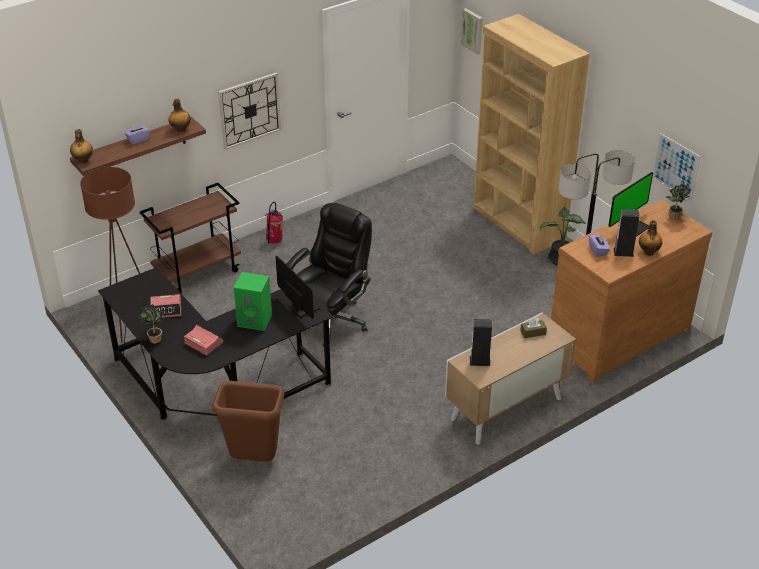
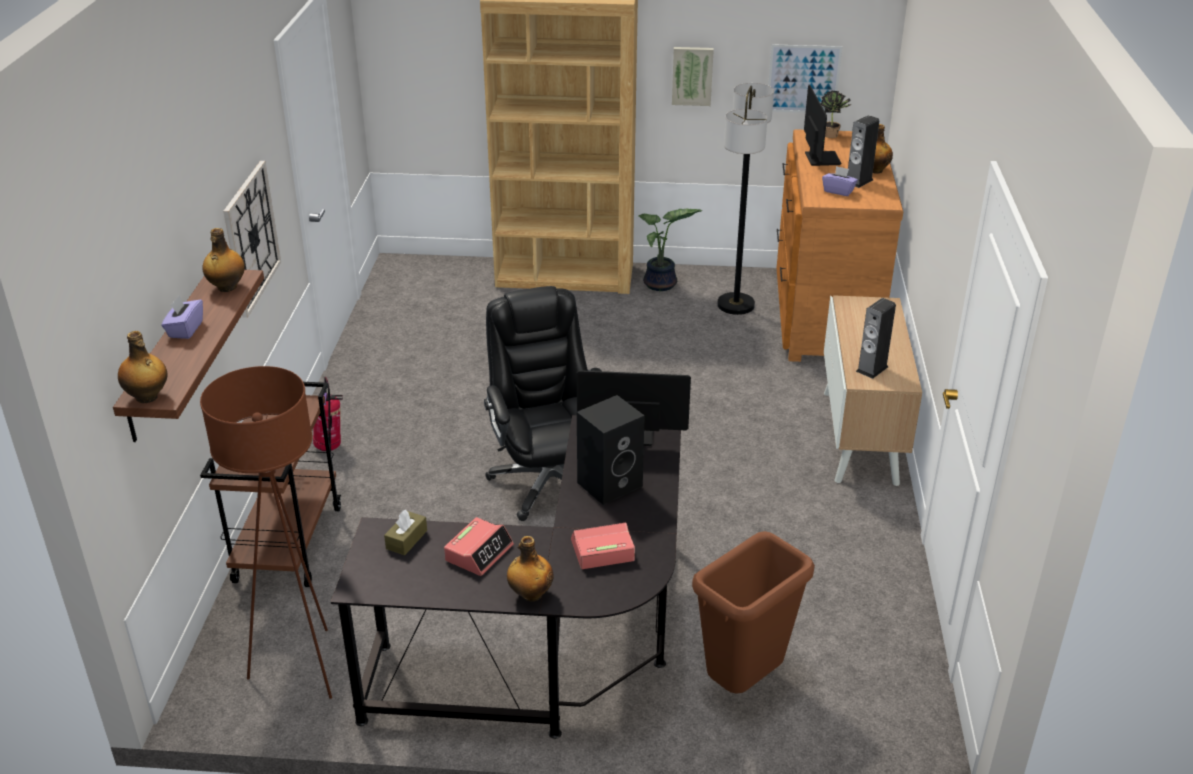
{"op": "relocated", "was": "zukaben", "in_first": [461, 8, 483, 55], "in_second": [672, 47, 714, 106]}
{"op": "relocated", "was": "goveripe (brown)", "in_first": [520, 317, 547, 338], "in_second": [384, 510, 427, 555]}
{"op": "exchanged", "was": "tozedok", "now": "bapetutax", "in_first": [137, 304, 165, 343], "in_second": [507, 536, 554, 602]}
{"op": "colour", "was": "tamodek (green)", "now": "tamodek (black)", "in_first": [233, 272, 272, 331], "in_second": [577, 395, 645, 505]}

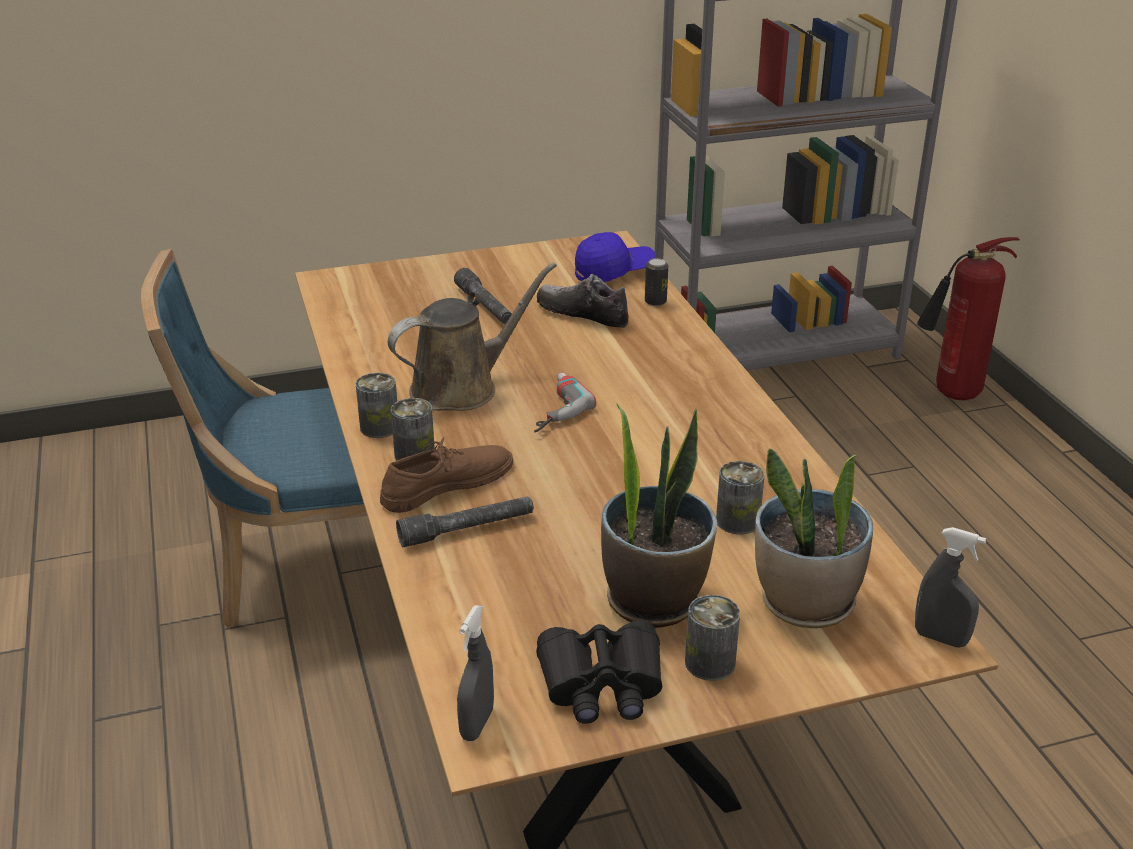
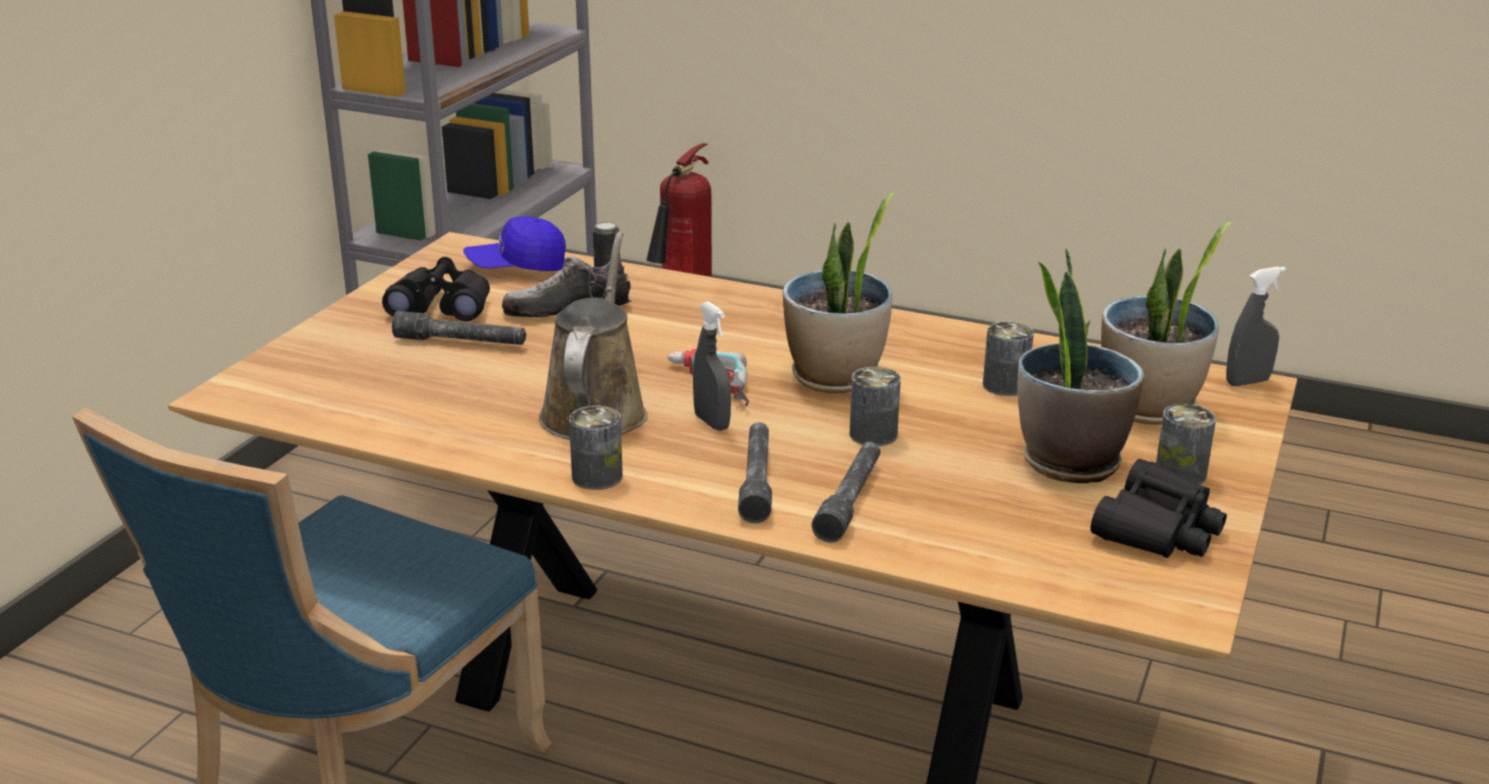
{"op": "appeared", "now": "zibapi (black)", "in_second": [382, 257, 490, 321]}
{"op": "appeared", "now": "tozedok", "in_second": [783, 192, 895, 394]}
{"op": "relocated", "was": "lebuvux", "in_first": [391, 398, 435, 460], "in_second": [850, 367, 901, 446]}
{"op": "relocated", "was": "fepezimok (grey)", "in_first": [457, 605, 494, 741], "in_second": [693, 301, 731, 431]}
{"op": "exchanged", "was": "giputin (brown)", "now": "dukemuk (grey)", "in_first": [380, 437, 513, 513], "in_second": [738, 422, 772, 523]}
{"op": "spun", "was": "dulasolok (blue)", "in_first": [575, 232, 655, 282], "in_second": [463, 216, 566, 271], "clockwise": -120}

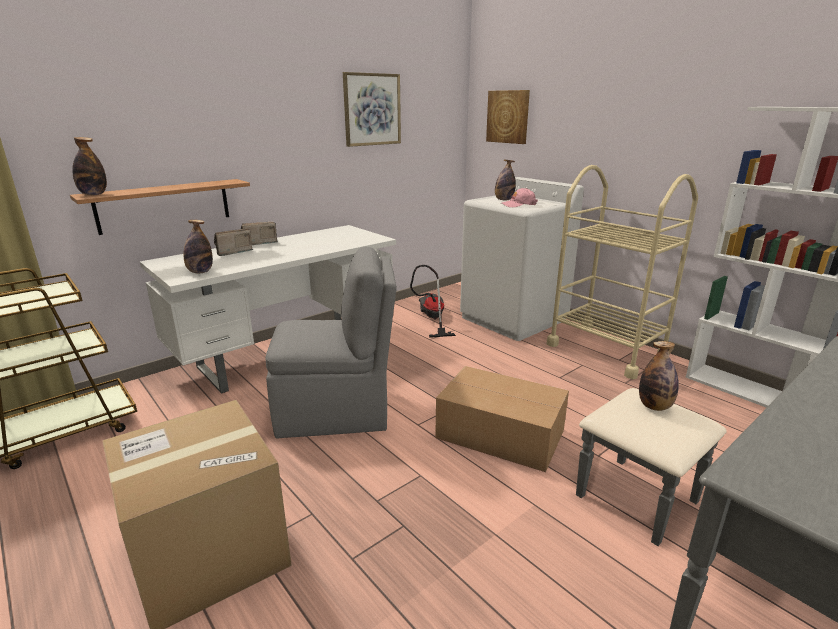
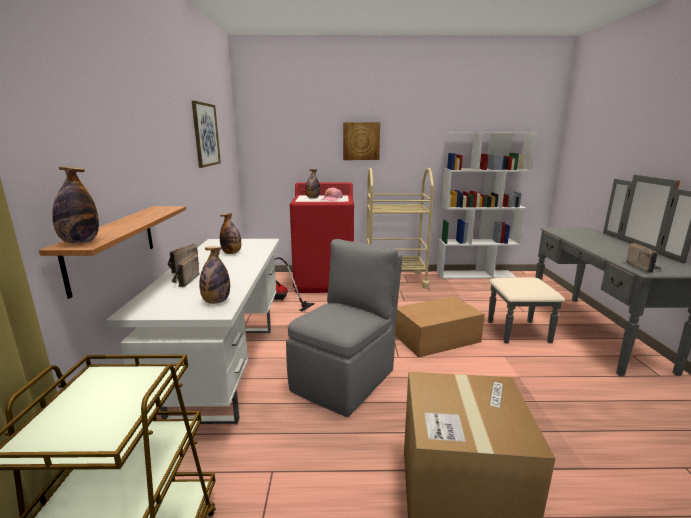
{"op": "appeared", "now": "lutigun", "in_second": [626, 243, 664, 273]}
{"op": "relocated", "was": "zukaben", "in_first": [486, 90, 530, 144], "in_second": [343, 122, 380, 160]}
{"op": "relocated", "was": "bapetutax", "in_first": [639, 341, 679, 411], "in_second": [220, 213, 241, 254]}
{"op": "colour", "was": "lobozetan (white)", "now": "lobozetan (red)", "in_first": [460, 177, 584, 341], "in_second": [290, 182, 354, 293]}

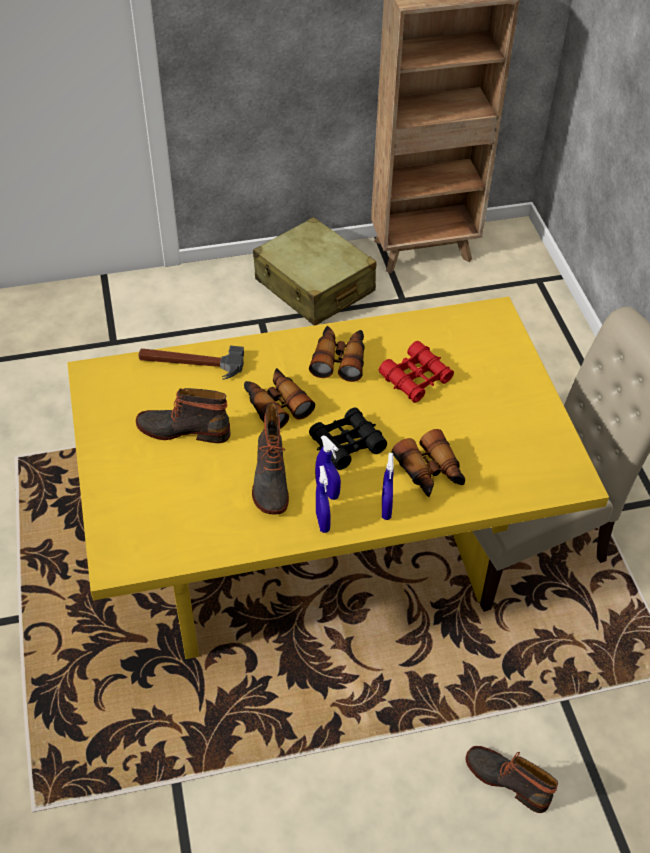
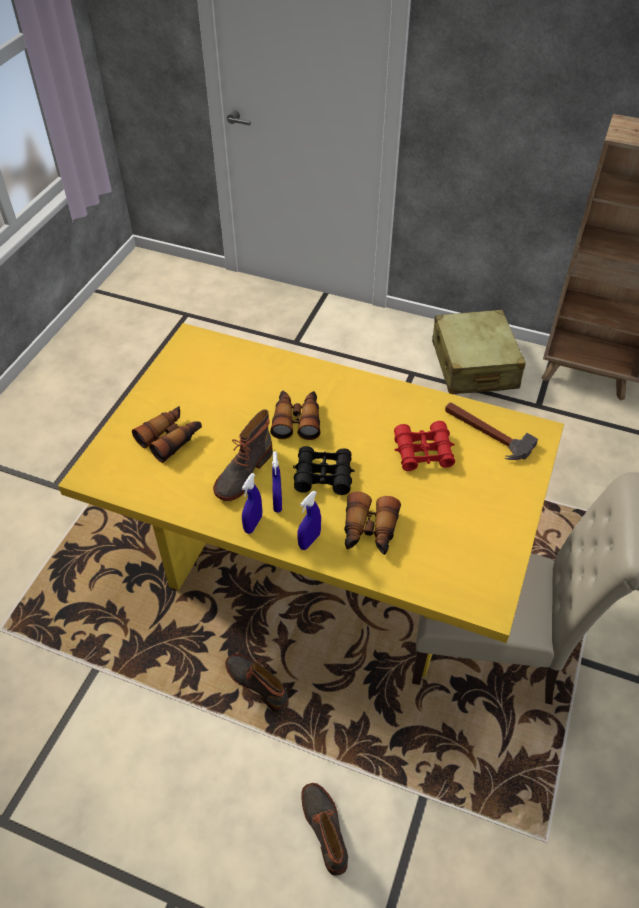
{"op": "relocated", "was": "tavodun", "in_first": [136, 388, 231, 443], "in_second": [225, 654, 289, 713]}
{"op": "relocated", "was": "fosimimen", "in_first": [138, 346, 244, 380], "in_second": [445, 402, 538, 460]}
{"op": "relocated", "was": "zibapi", "in_first": [309, 326, 365, 382], "in_second": [132, 406, 202, 463]}

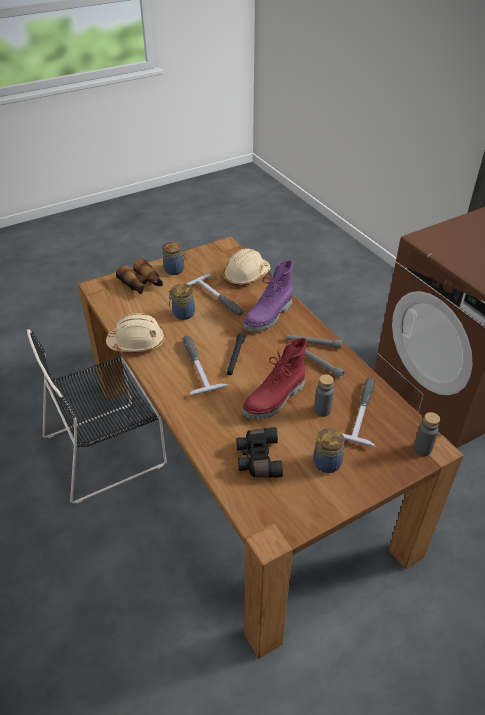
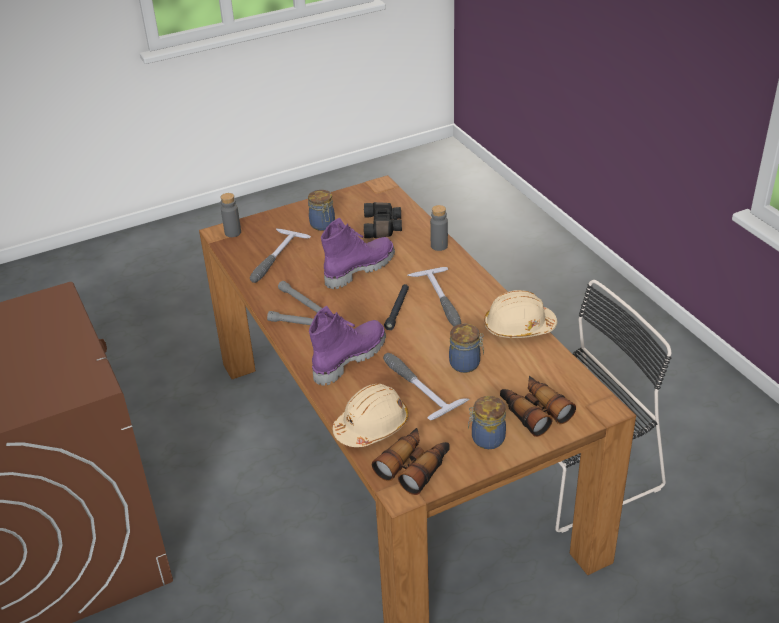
{"op": "appeared", "now": "zibapi", "in_second": [372, 428, 450, 495]}
{"op": "relocated", "was": "bapetutax (grey)", "in_first": [314, 374, 334, 417], "in_second": [430, 205, 448, 251]}
{"op": "colour", "was": "tavodun (red)", "now": "tavodun (purple)", "in_first": [242, 338, 307, 420], "in_second": [321, 218, 395, 289]}

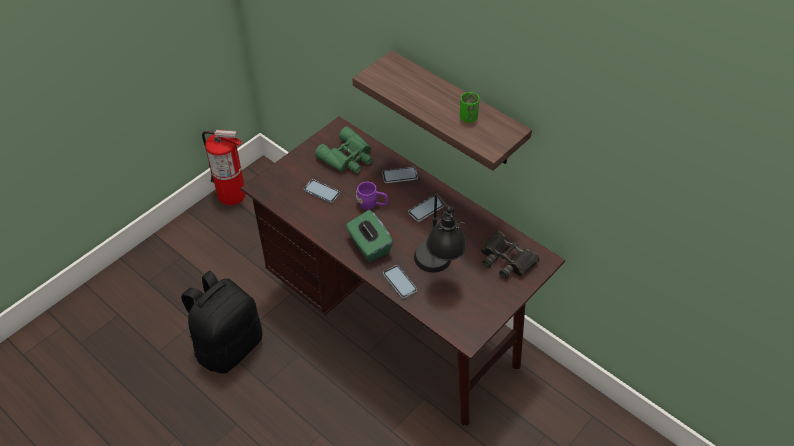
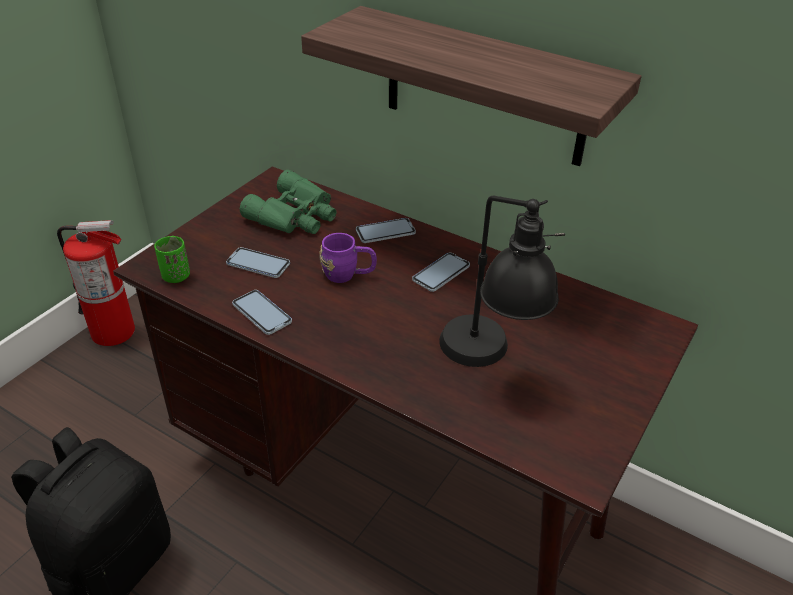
{"op": "missing", "was": "goveripe (green)", "in_first": [346, 210, 393, 262]}
{"op": "missing", "was": "zibapi (black)", "in_first": [481, 231, 540, 279]}
{"op": "relocated", "was": "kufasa", "in_first": [383, 265, 417, 298], "in_second": [232, 290, 292, 335]}
{"op": "relocated", "was": "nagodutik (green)", "in_first": [460, 92, 479, 123], "in_second": [154, 236, 190, 283]}

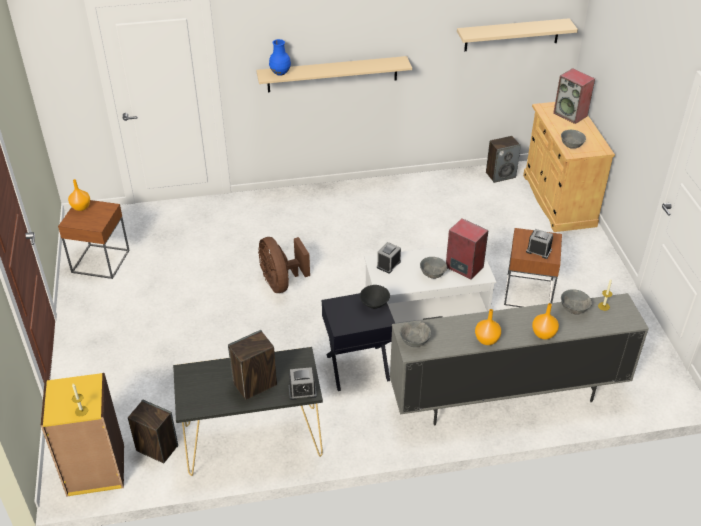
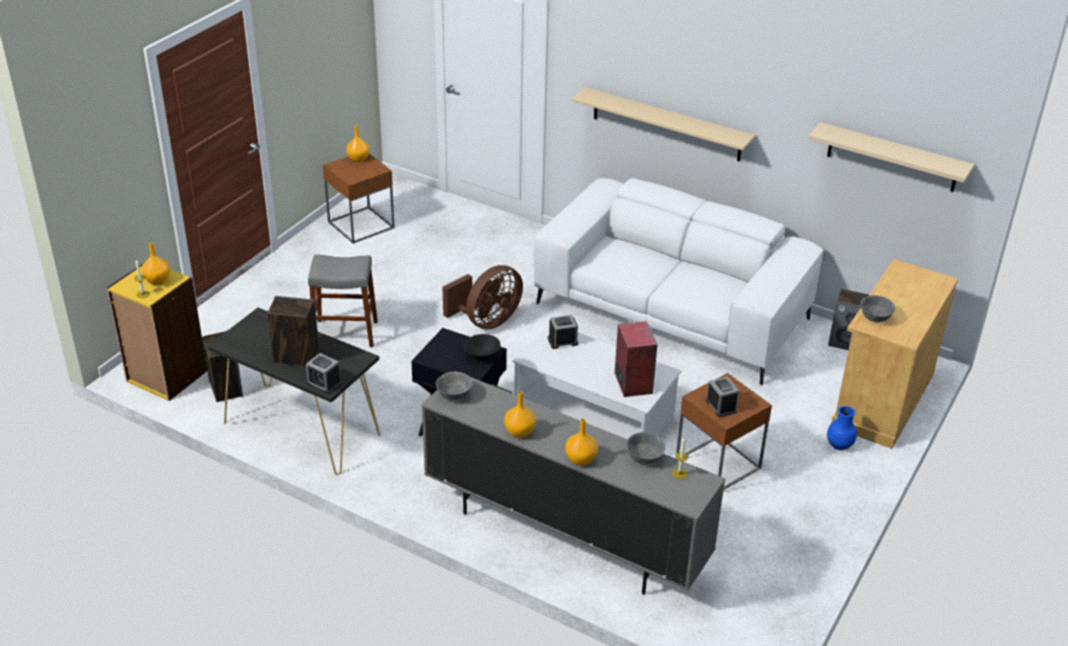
{"op": "missing", "was": "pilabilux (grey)", "in_first": [420, 257, 447, 279]}
{"op": "missing", "was": "tamodek", "in_first": [553, 68, 595, 124]}
{"op": "appeared", "now": "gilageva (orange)", "in_second": [141, 242, 170, 285]}
{"op": "appeared", "now": "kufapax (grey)", "in_second": [308, 254, 378, 347]}
{"op": "appeared", "now": "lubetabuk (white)", "in_second": [533, 178, 823, 385]}
{"op": "relocated", "was": "gilageva (blue)", "in_first": [269, 39, 291, 76], "in_second": [827, 406, 857, 450]}
{"op": "spun", "was": "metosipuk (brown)", "in_first": [258, 237, 310, 293], "in_second": [443, 265, 523, 329], "clockwise": -150}

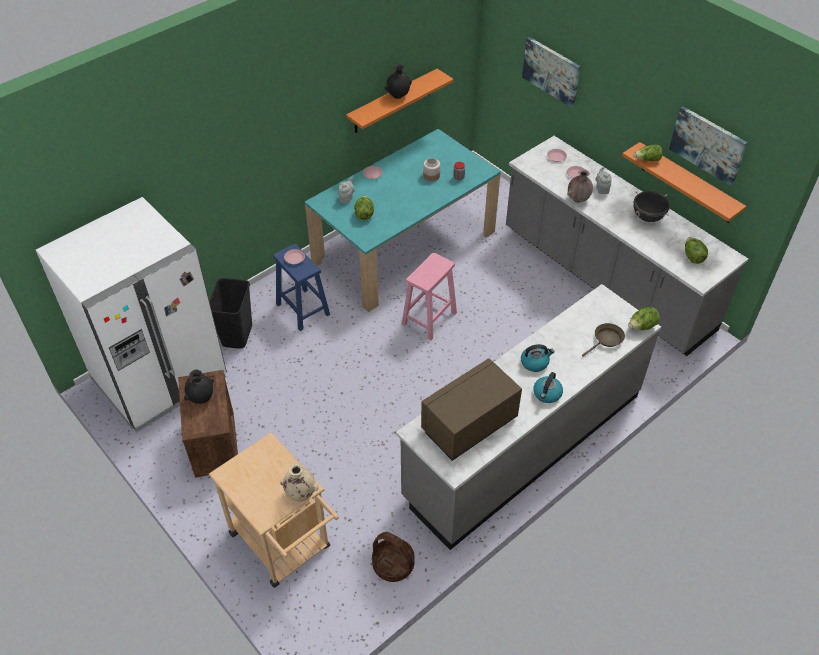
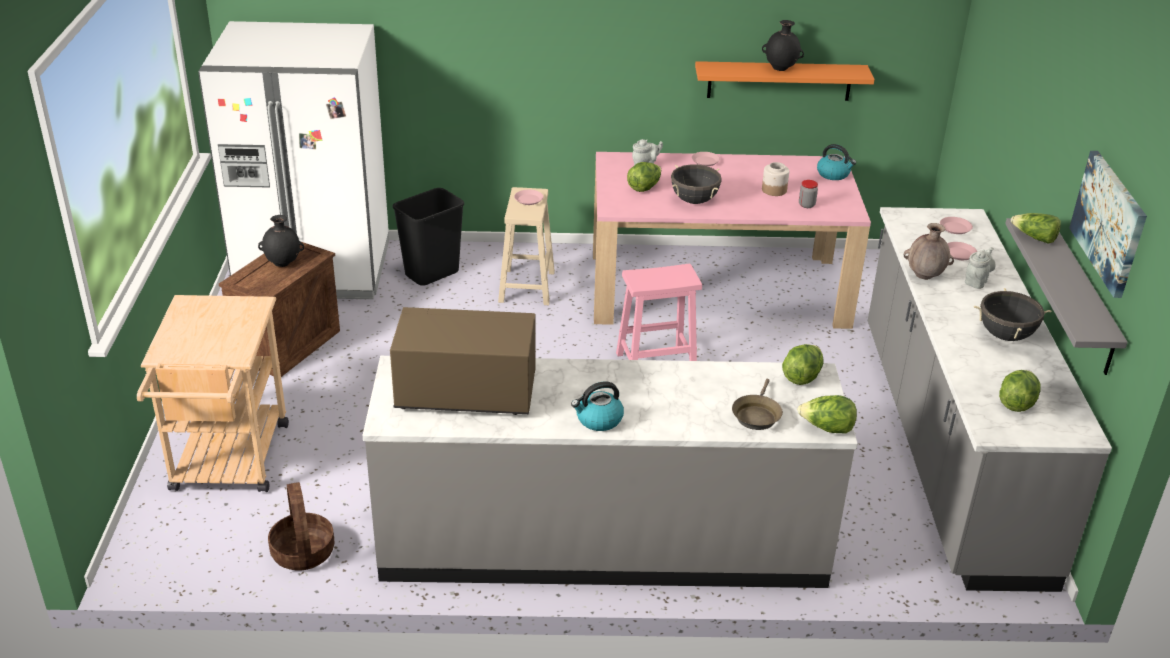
{"op": "missing", "was": "gilageva (beige)", "in_first": [280, 463, 318, 501]}
{"op": "missing", "was": "zukaben", "in_first": [522, 37, 580, 107]}
{"op": "appeared", "now": "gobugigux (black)", "in_second": [671, 165, 722, 204]}
{"op": "appeared", "now": "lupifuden", "in_second": [782, 344, 824, 385]}
{"op": "relocated", "was": "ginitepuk", "in_first": [521, 344, 555, 372], "in_second": [817, 144, 856, 180]}
{"op": "colour", "was": "kufapax (blue)", "now": "kufapax (beige)", "in_first": [273, 244, 330, 331], "in_second": [498, 187, 555, 305]}
{"op": "colour", "was": "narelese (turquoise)", "now": "narelese (pink)", "in_first": [305, 129, 501, 312], "in_second": [593, 152, 871, 329]}
{"op": "colour", "was": "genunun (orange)", "now": "genunun (grey)", "in_first": [622, 142, 746, 223], "in_second": [1005, 218, 1128, 375]}
{"op": "spun", "was": "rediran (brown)", "in_first": [582, 323, 625, 357], "in_second": [732, 379, 783, 430], "clockwise": 105}

